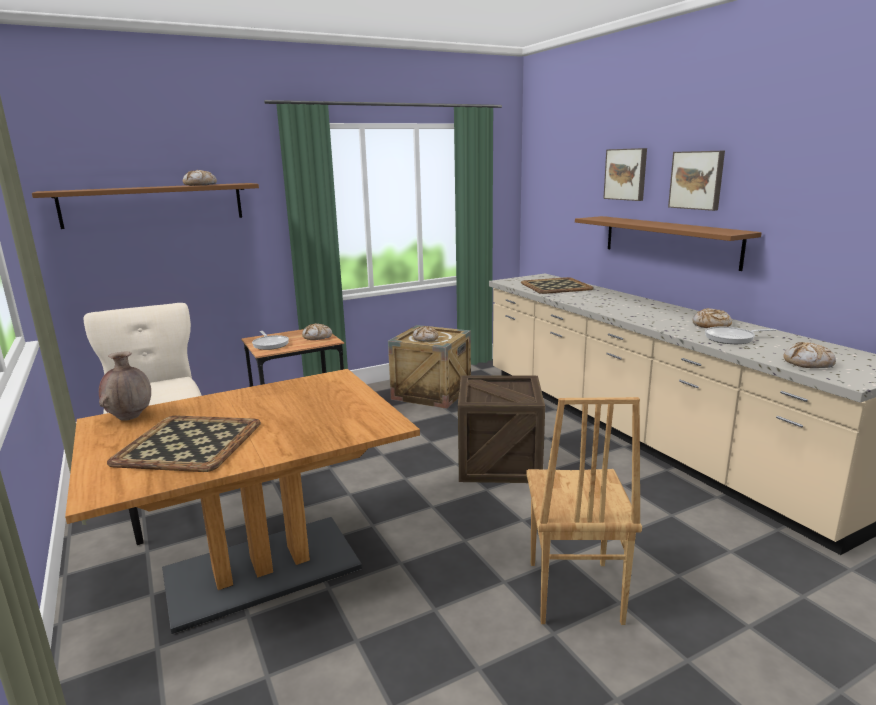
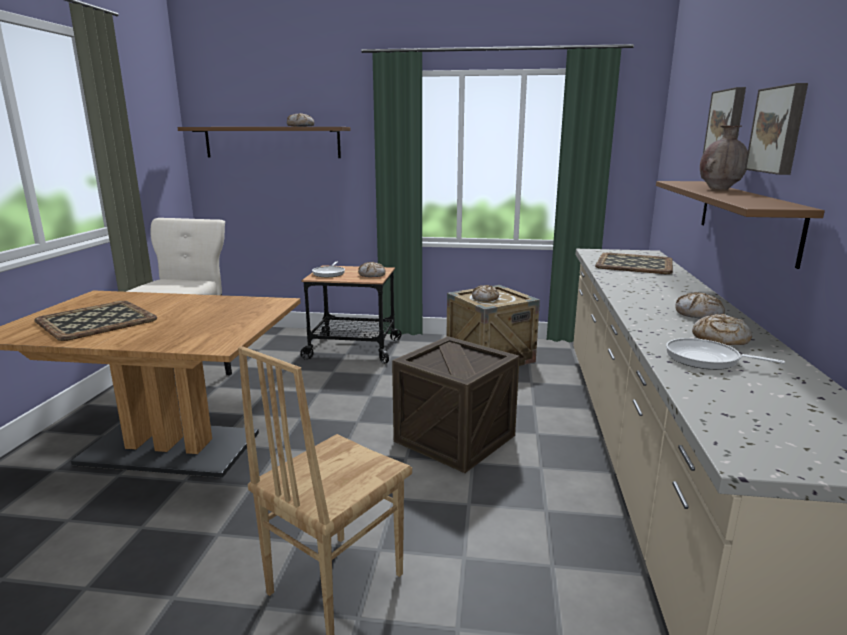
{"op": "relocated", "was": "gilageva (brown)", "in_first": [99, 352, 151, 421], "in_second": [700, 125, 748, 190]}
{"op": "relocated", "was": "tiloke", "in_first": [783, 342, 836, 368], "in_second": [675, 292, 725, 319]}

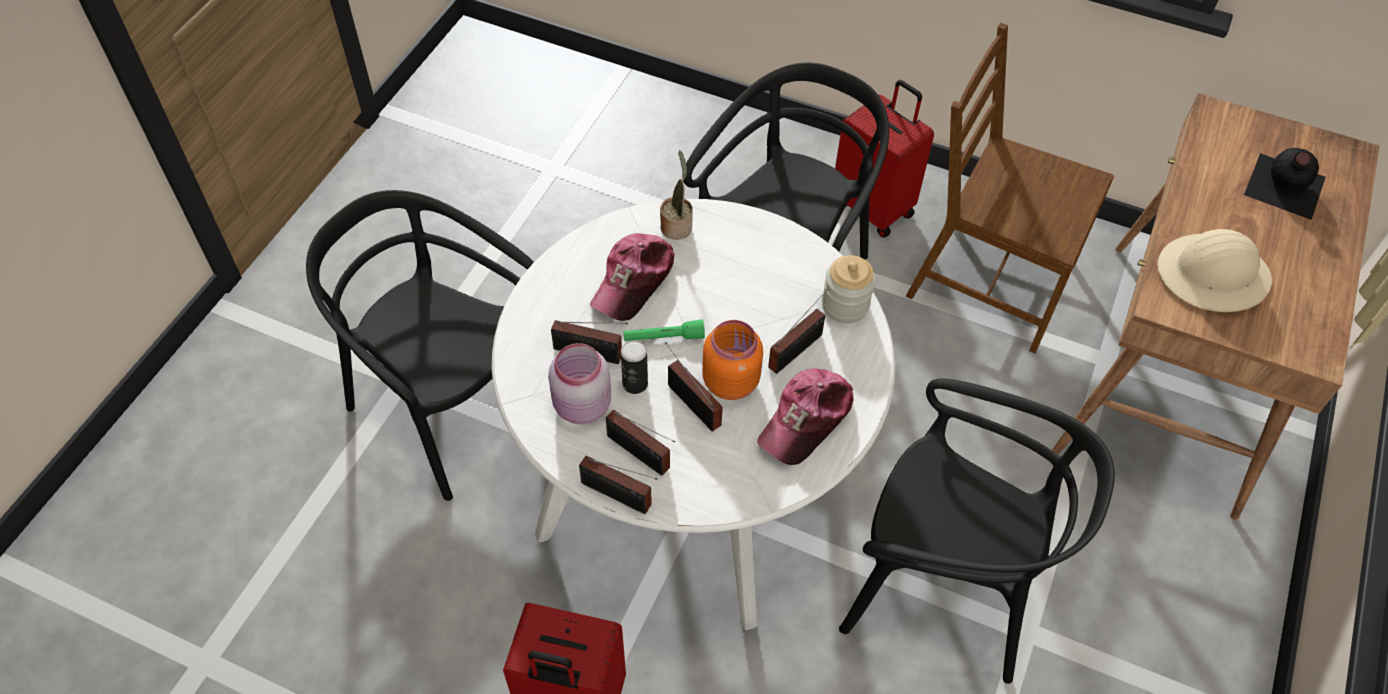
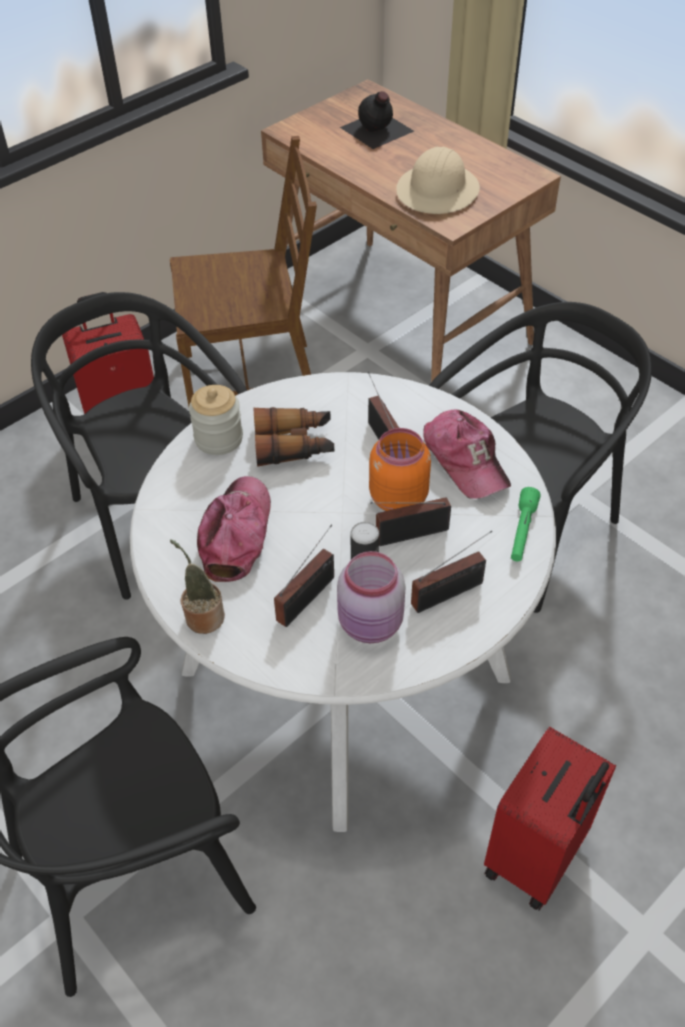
{"op": "missing", "was": "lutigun", "in_first": [579, 456, 658, 514]}
{"op": "appeared", "now": "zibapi", "in_second": [254, 407, 334, 467]}
{"op": "relocated", "was": "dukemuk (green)", "in_first": [624, 320, 705, 341], "in_second": [511, 487, 541, 561]}
{"op": "relocated", "was": "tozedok", "in_first": [660, 150, 693, 240], "in_second": [170, 540, 225, 634]}
{"op": "relocated", "was": "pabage", "in_first": [822, 255, 876, 323], "in_second": [189, 385, 243, 455]}
{"op": "spun", "was": "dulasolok", "in_first": [590, 233, 674, 321], "in_second": [197, 476, 271, 582], "clockwise": -135}
{"op": "spun", "was": "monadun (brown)", "in_first": [905, 23, 1114, 353], "in_second": [170, 136, 317, 406], "clockwise": -150}

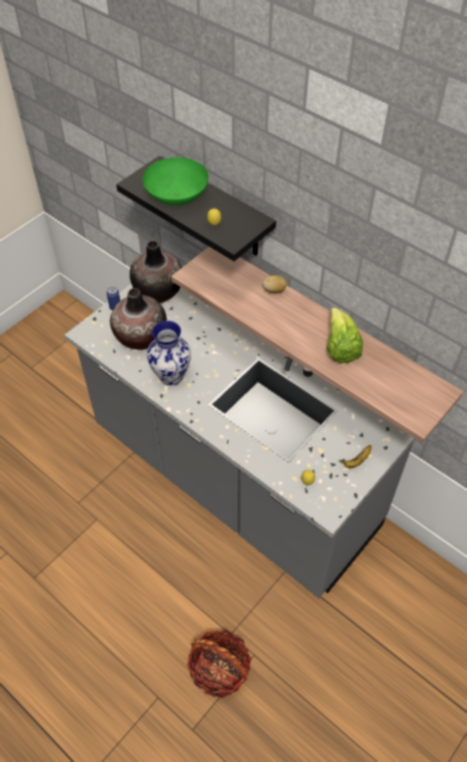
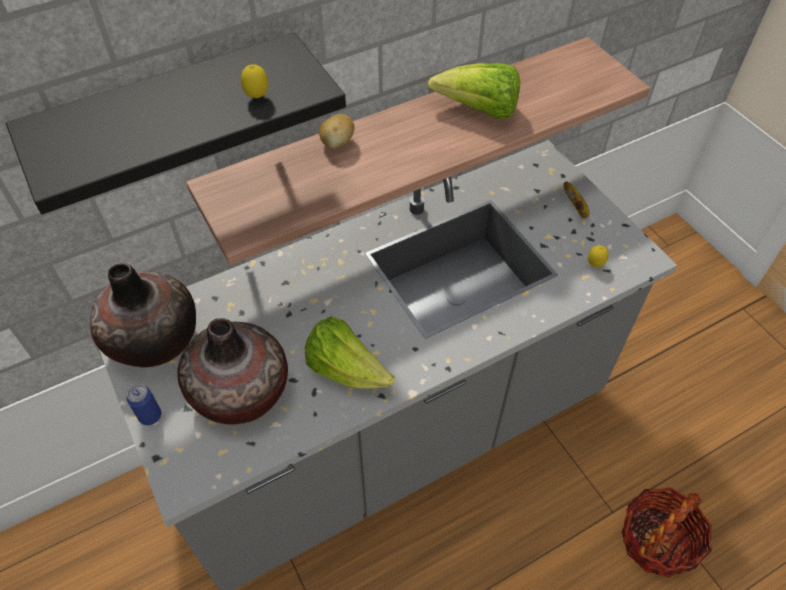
{"op": "missing", "was": "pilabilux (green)", "in_first": [142, 157, 209, 206]}
{"op": "exchanged", "was": "gilageva", "now": "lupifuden", "in_first": [147, 321, 191, 385], "in_second": [305, 316, 395, 389]}

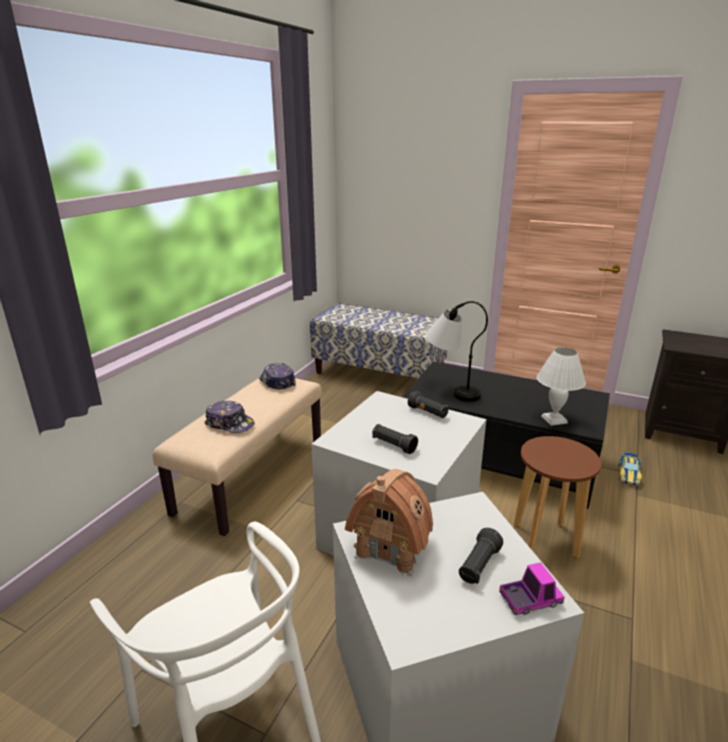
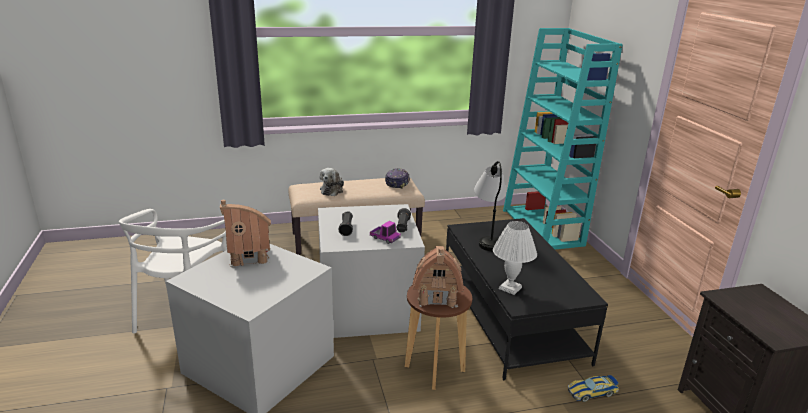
{"op": "missing", "was": "dukemuk (black)", "in_first": [459, 528, 503, 584]}
{"op": "appeared", "now": "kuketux", "in_second": [412, 246, 464, 308]}
{"op": "relocated", "was": "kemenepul", "in_first": [499, 562, 565, 615], "in_second": [370, 221, 401, 244]}
{"op": "exchanged", "was": "dulasolok", "now": "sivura", "in_first": [204, 400, 255, 433], "in_second": [320, 168, 344, 196]}
{"op": "exchanged", "was": "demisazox", "now": "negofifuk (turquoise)", "in_first": [310, 303, 447, 378], "in_second": [503, 28, 623, 249]}

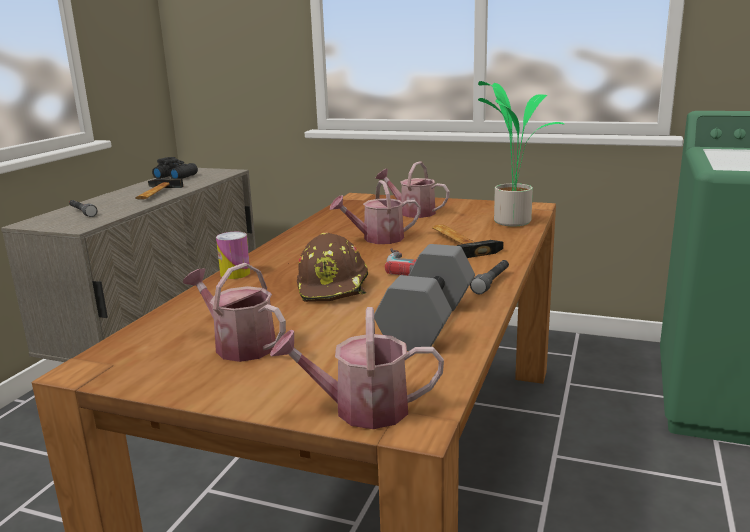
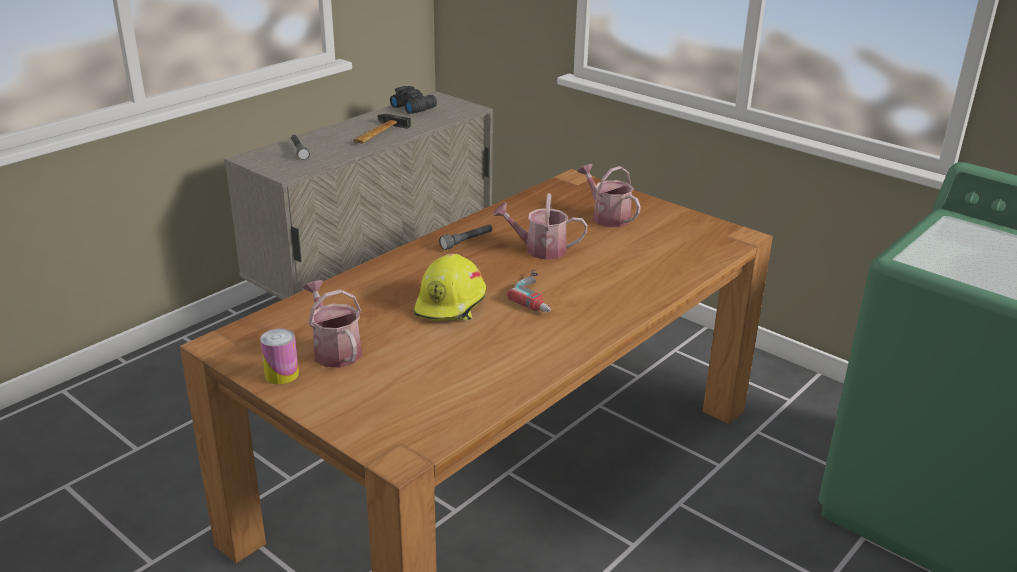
{"op": "missing", "was": "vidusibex", "in_first": [270, 307, 444, 429]}
{"op": "missing", "was": "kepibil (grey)", "in_first": [374, 244, 475, 351]}
{"op": "missing", "was": "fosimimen", "in_first": [432, 224, 503, 258]}
{"op": "missing", "was": "tozedok", "in_first": [478, 81, 564, 227]}
{"op": "relocated", "was": "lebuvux", "in_first": [216, 232, 251, 279], "in_second": [260, 328, 299, 384]}
{"op": "relocated", "was": "dukemuk (grey)", "in_first": [470, 260, 509, 294], "in_second": [439, 225, 492, 250]}
{"op": "colour", "was": "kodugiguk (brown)", "now": "kodugiguk (yellow)", "in_first": [297, 233, 368, 302], "in_second": [414, 253, 486, 321]}

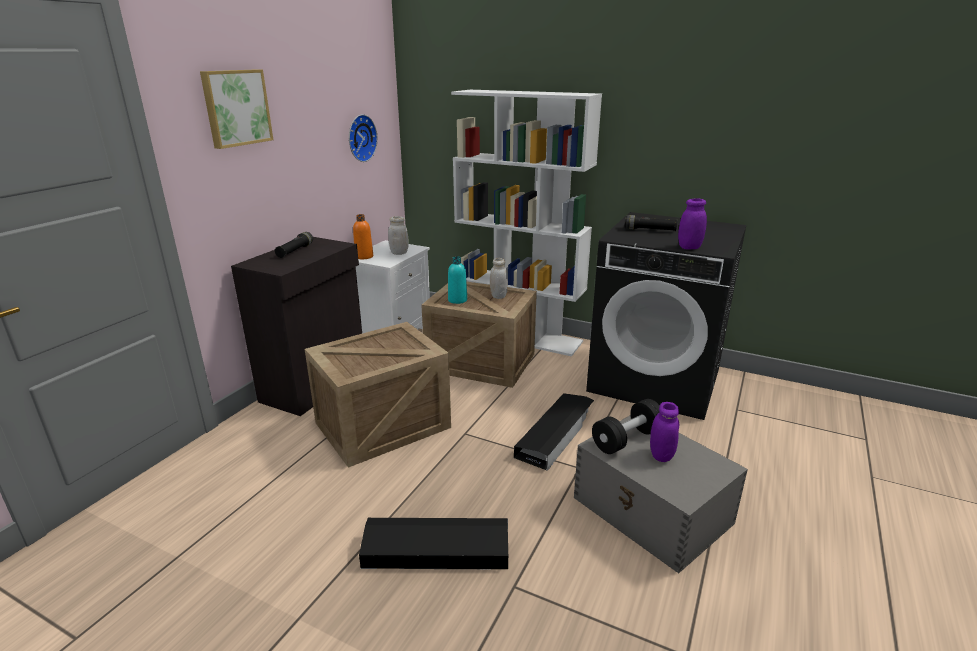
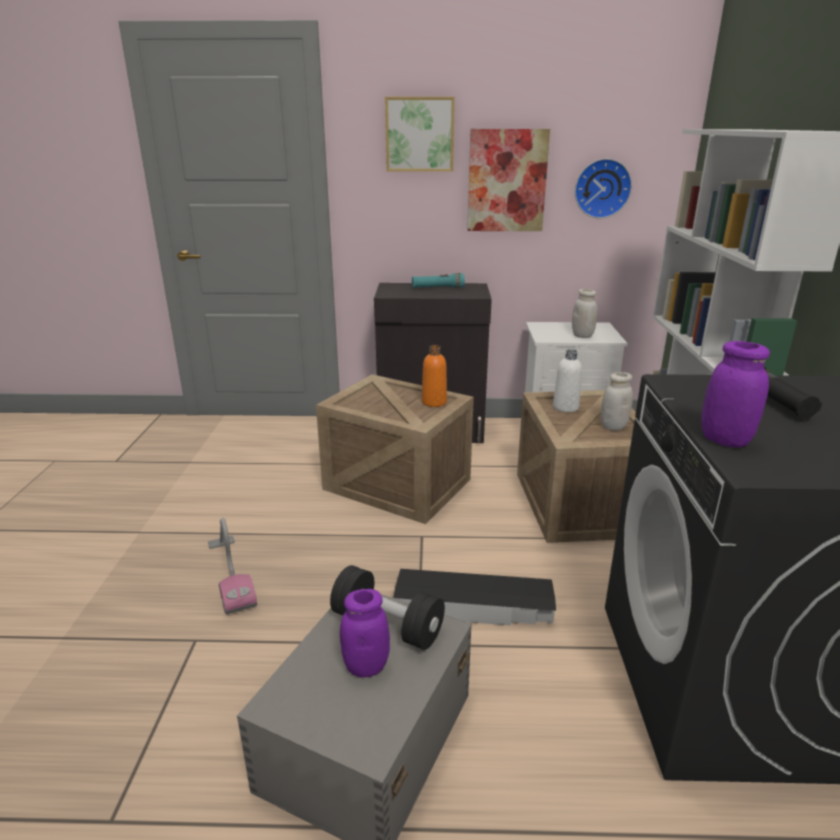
{"op": "appeared", "now": "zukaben", "in_second": [467, 129, 550, 231]}
{"op": "relocated", "was": "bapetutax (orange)", "in_first": [353, 214, 373, 259], "in_second": [422, 345, 447, 407]}
{"op": "exchanged", "was": "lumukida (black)", "now": "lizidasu", "in_first": [359, 518, 508, 569], "in_second": [208, 518, 257, 614]}
{"op": "colour", "was": "dukemuk (black)", "now": "dukemuk (turquoise)", "in_first": [275, 232, 313, 258], "in_second": [412, 273, 465, 288]}
{"op": "colour", "was": "bapetutax (turquoise)", "now": "bapetutax (white)", "in_first": [448, 256, 467, 304], "in_second": [553, 349, 582, 412]}

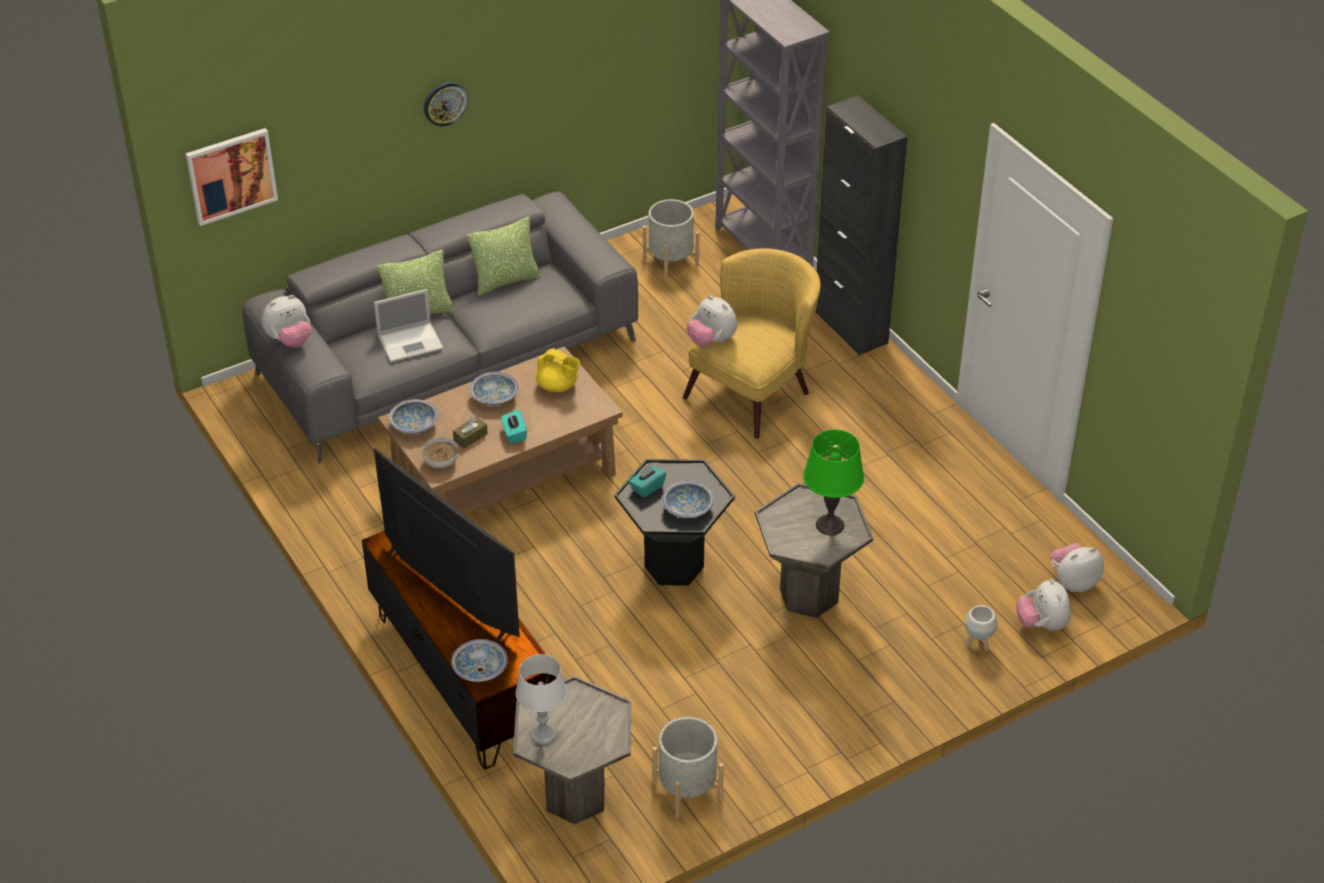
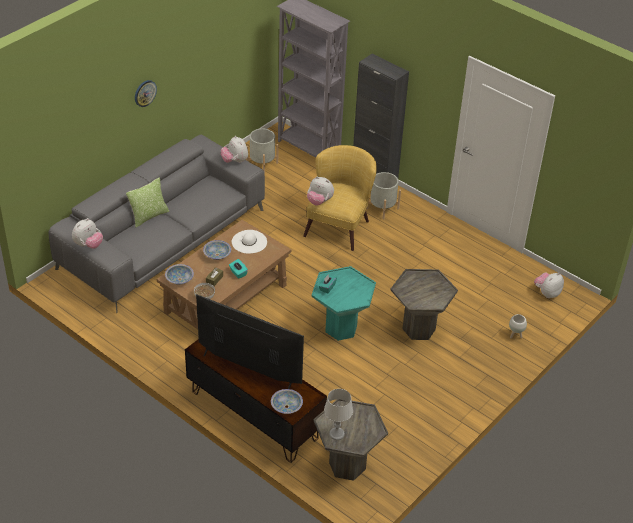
{"op": "missing", "was": "zukaben", "in_first": [185, 128, 278, 226]}
{"op": "missing", "was": "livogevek", "in_first": [374, 289, 444, 363]}
{"op": "missing", "was": "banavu", "in_first": [467, 217, 541, 296]}
{"op": "missing", "was": "pilabilux", "in_first": [662, 481, 714, 518]}
{"op": "missing", "was": "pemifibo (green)", "in_first": [803, 430, 864, 535]}
{"op": "relocated", "was": "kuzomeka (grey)", "in_first": [652, 717, 724, 818], "in_second": [366, 172, 401, 219]}
{"op": "relocated", "was": "sivura", "in_first": [1016, 579, 1071, 631], "in_second": [221, 136, 248, 163]}
{"op": "exchanged", "was": "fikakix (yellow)", "now": "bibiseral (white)", "in_first": [536, 348, 580, 392], "in_second": [232, 230, 267, 254]}
{"op": "colour", "was": "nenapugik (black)", "now": "nenapugik (turquoise)", "in_first": [614, 459, 735, 586], "in_second": [312, 266, 376, 341]}

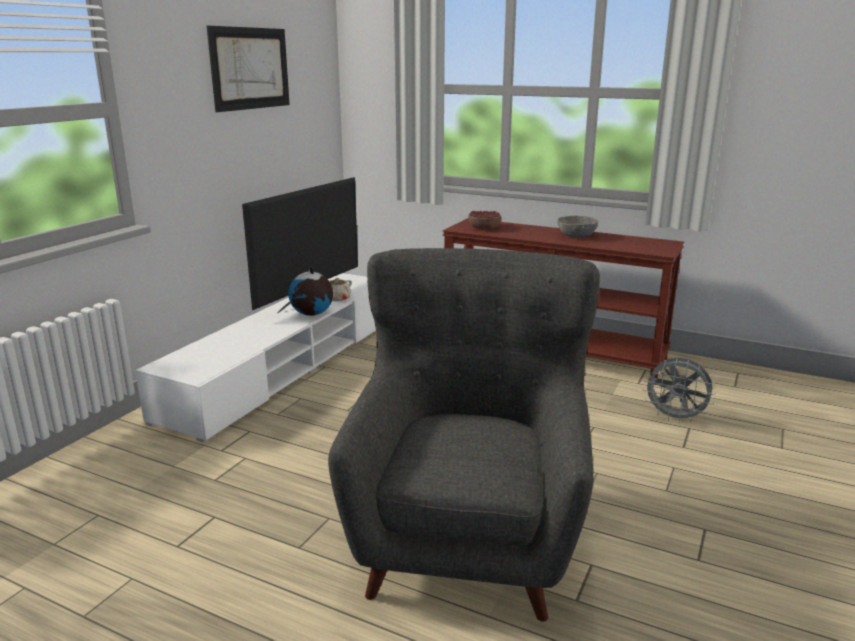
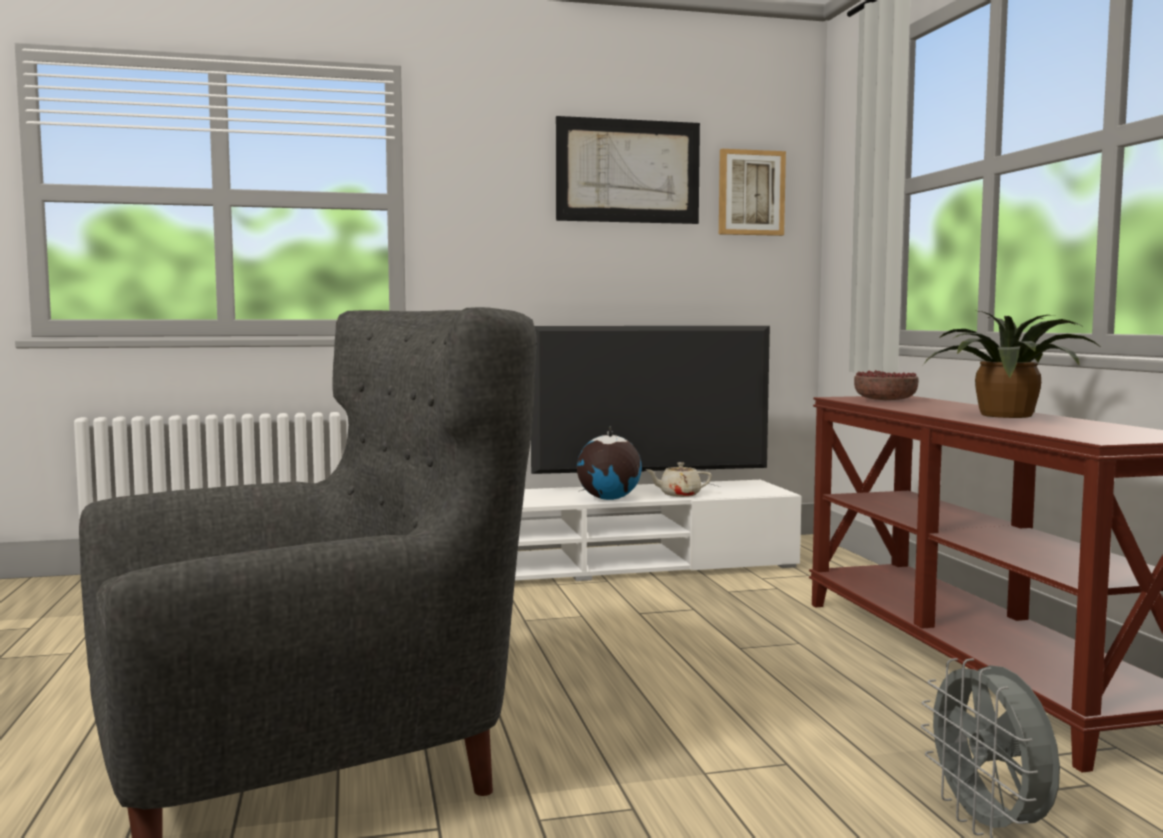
{"op": "appeared", "now": "zukaben", "in_second": [719, 149, 786, 236]}
{"op": "exchanged", "was": "pilabilux (grey)", "now": "tozedok", "in_first": [557, 215, 598, 238], "in_second": [923, 311, 1102, 418]}

